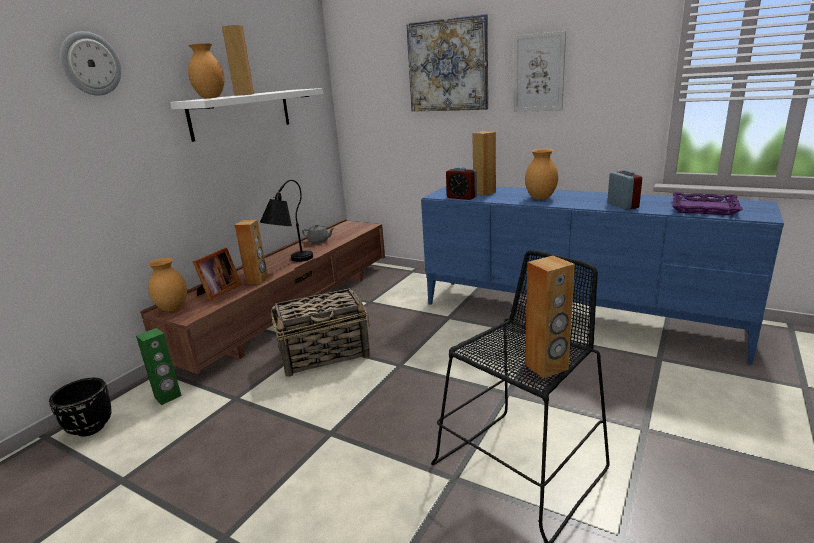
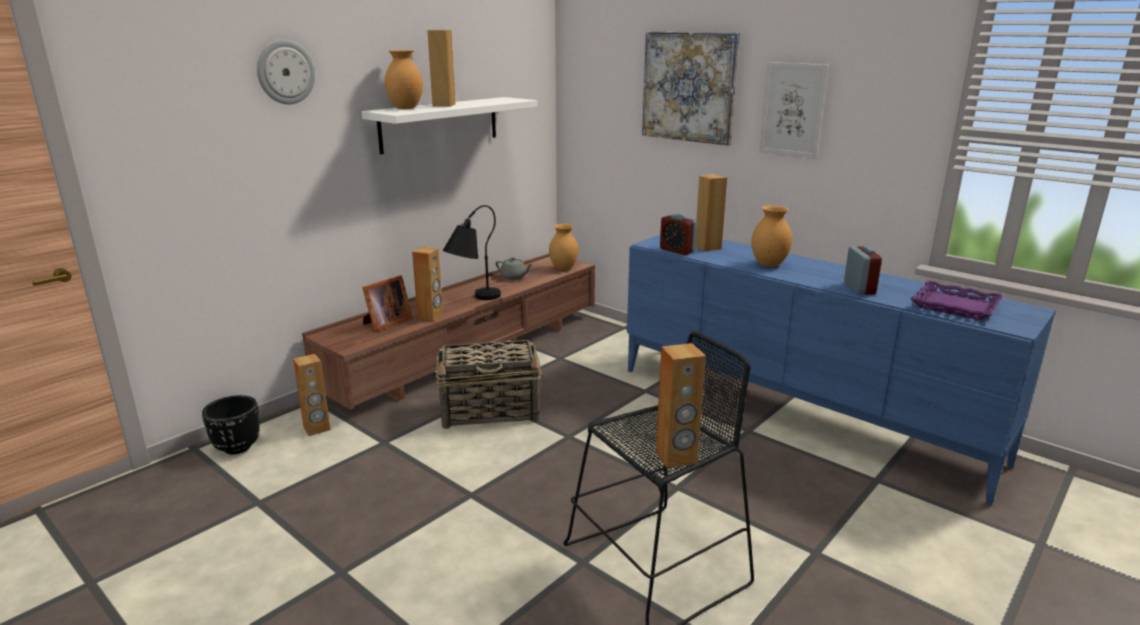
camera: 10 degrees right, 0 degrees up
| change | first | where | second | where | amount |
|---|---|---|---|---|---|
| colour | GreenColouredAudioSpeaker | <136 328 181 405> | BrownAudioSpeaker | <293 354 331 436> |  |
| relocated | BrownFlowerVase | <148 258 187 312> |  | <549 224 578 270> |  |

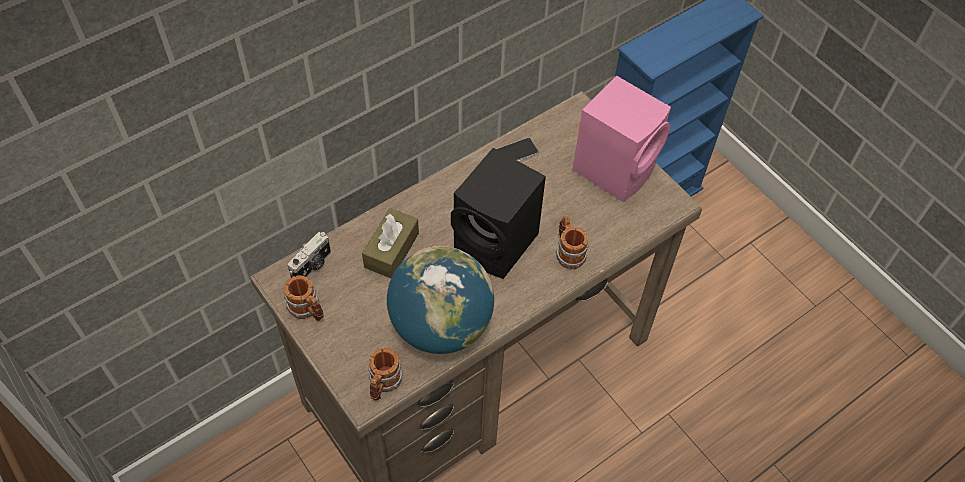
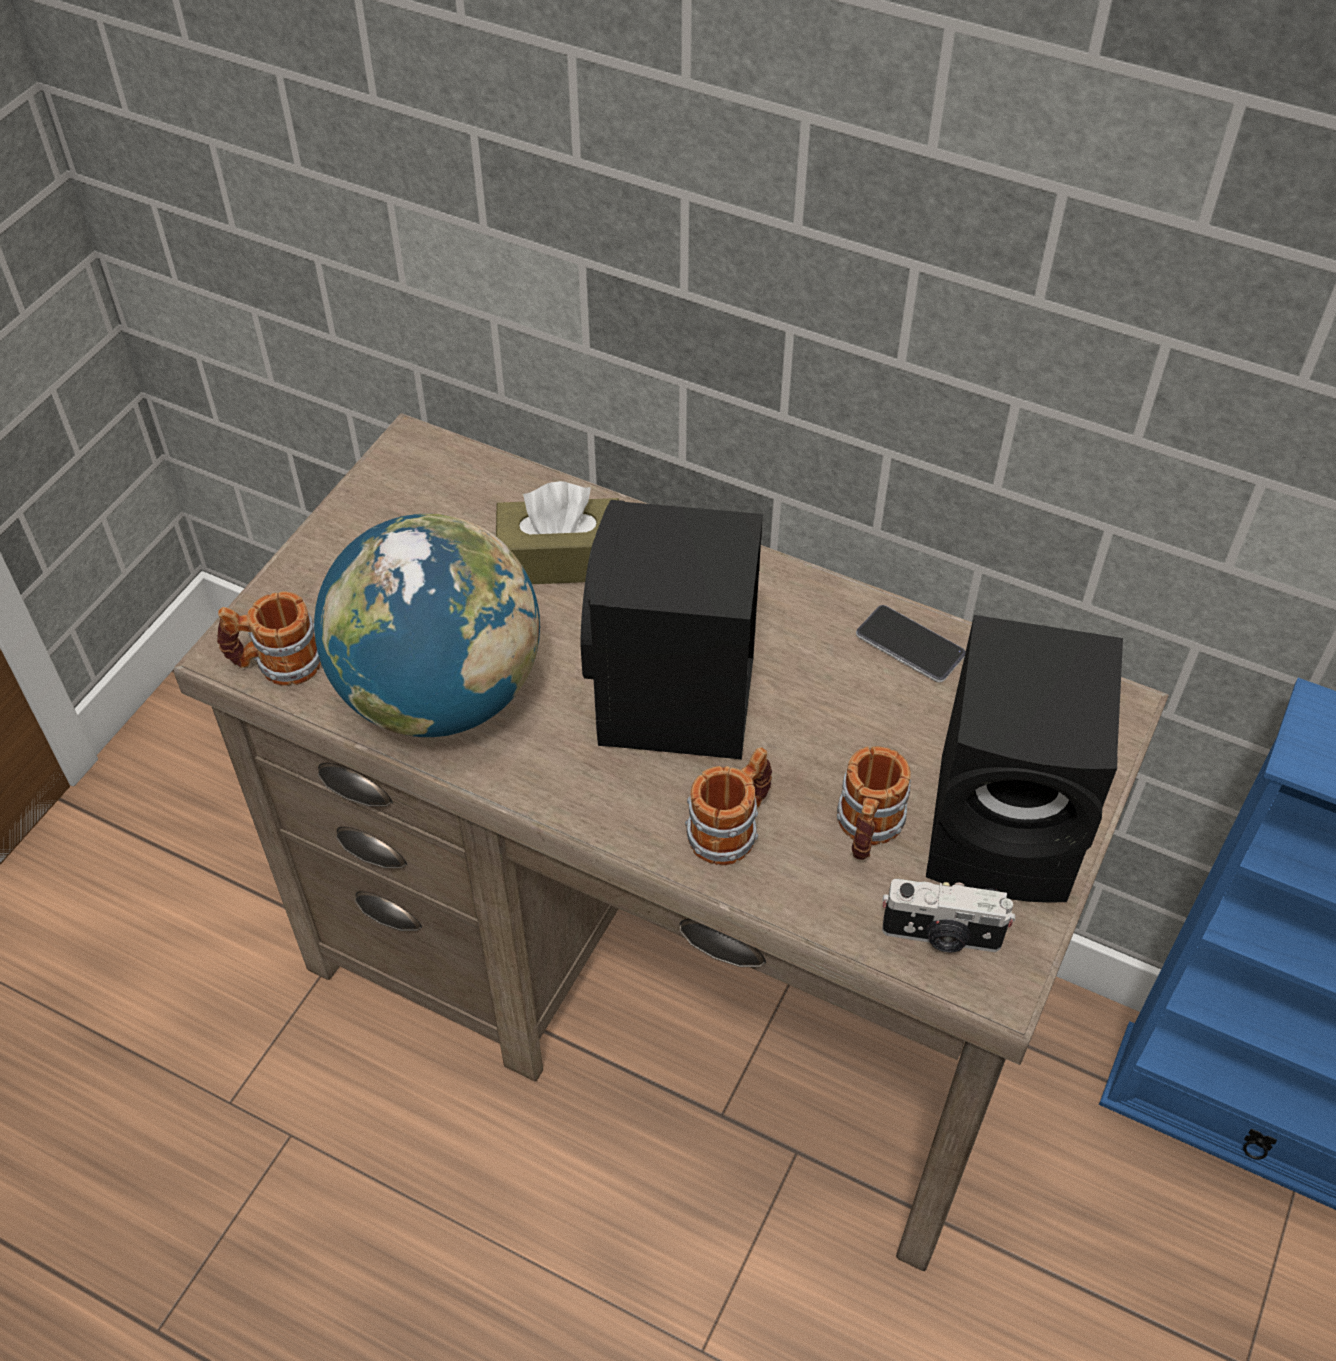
camera: 65 degrees right, 5 degrees down
| change | first | where | second | where | amount |
|---|---|---|---|---|---|
| relocated | TeaMug | <284 275 324 321> |  | <837 746 911 860> |  |
| relocated | StillCamera | <288 232 331 278> |  | <882 879 1015 952> |  |
| colour | PinkAudioSpeaker | <573 75 671 202> | BlackColouredAudioSpeaker | <926 615 1123 903> |  |

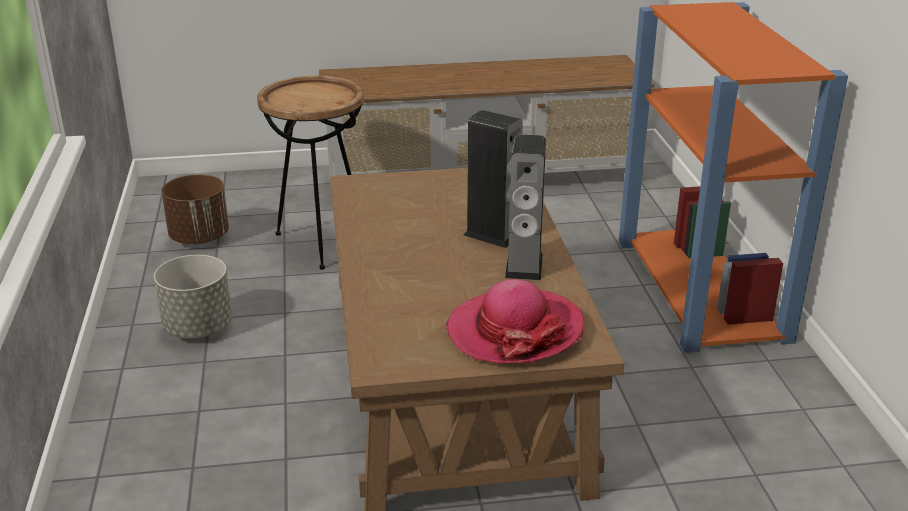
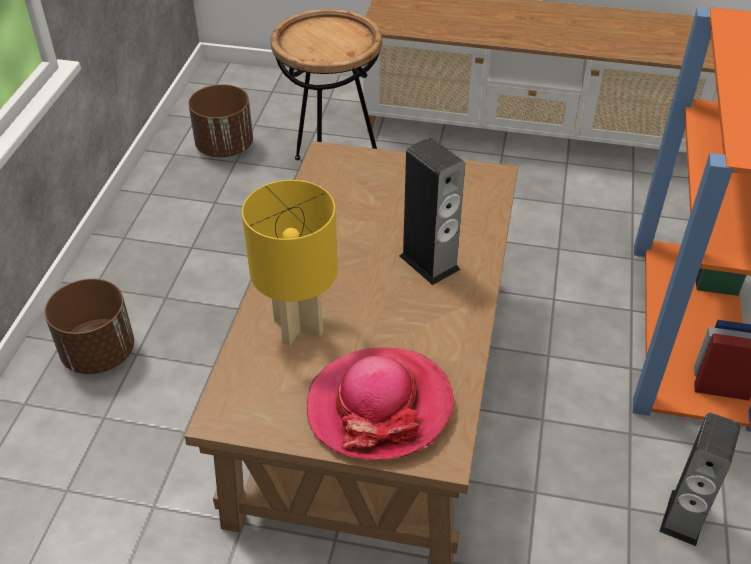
camera: 20 degrees right, 15 degrees up
| change | first | where | second | where | amount |
|---|---|---|---|---|---|
| appeared |  |  | BrownFlowerPot | <44 279 134 374> |  |
| appeared |  |  | YellowColouredTabletopLamp | <242 180 338 346> |  |
| relocated | AudioSpeaker | <505 135 546 280> |  | <659 413 741 546> |  |
| missing | GreyFlowerPot | <154 255 232 339> |  |  |  |

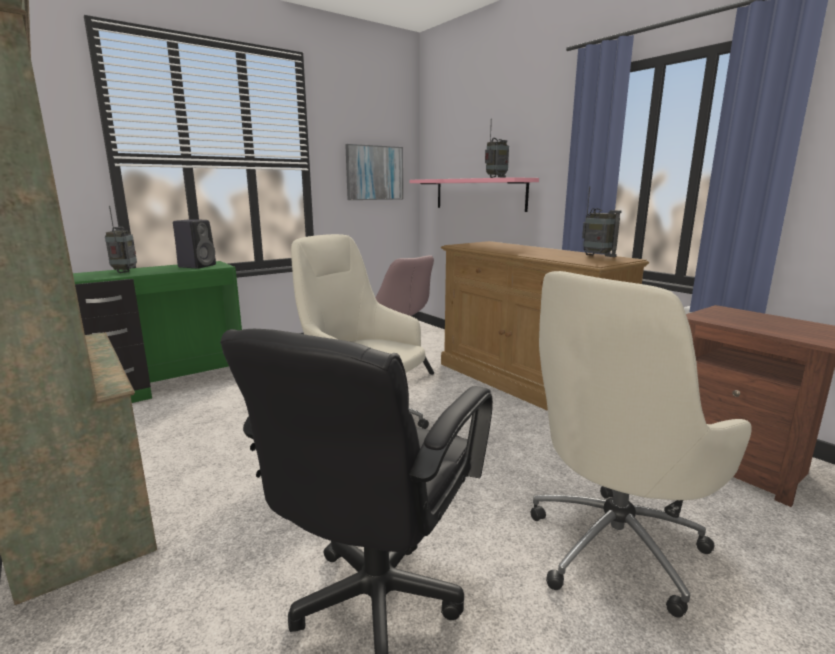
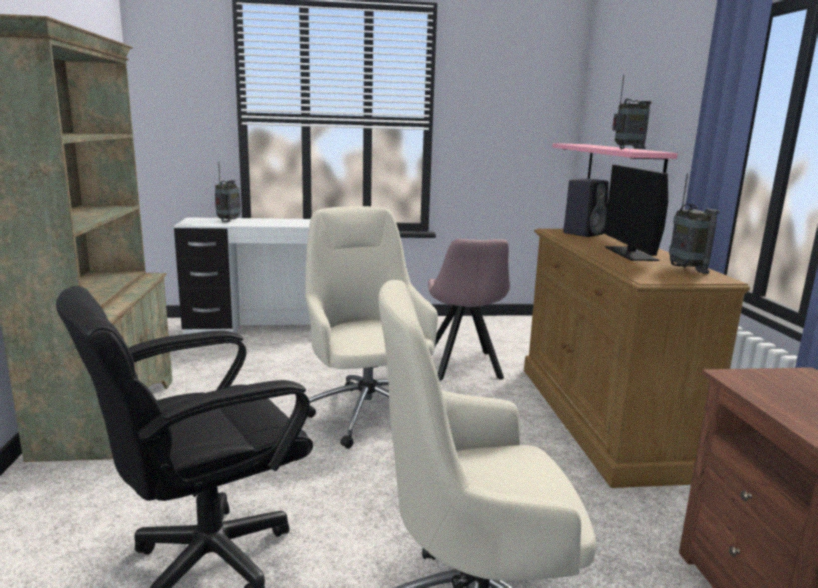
camera: 30 degrees right, 0 degrees up
| change | first | where | second | where | amount |
|---|---|---|---|---|---|
| colour | GreenColouredDeskTable | <73 261 242 403> | WhiteColouredDeskTable | <174 217 311 334> |  |
| relocated | BlackColouredAudioSpeaker | <173 219 216 268> |  | <563 178 609 237> |  |
| appeared |  |  | ComputerScreen | <604 165 668 261> |  |
| missing | Picture | <345 144 403 200> |  |  |  |

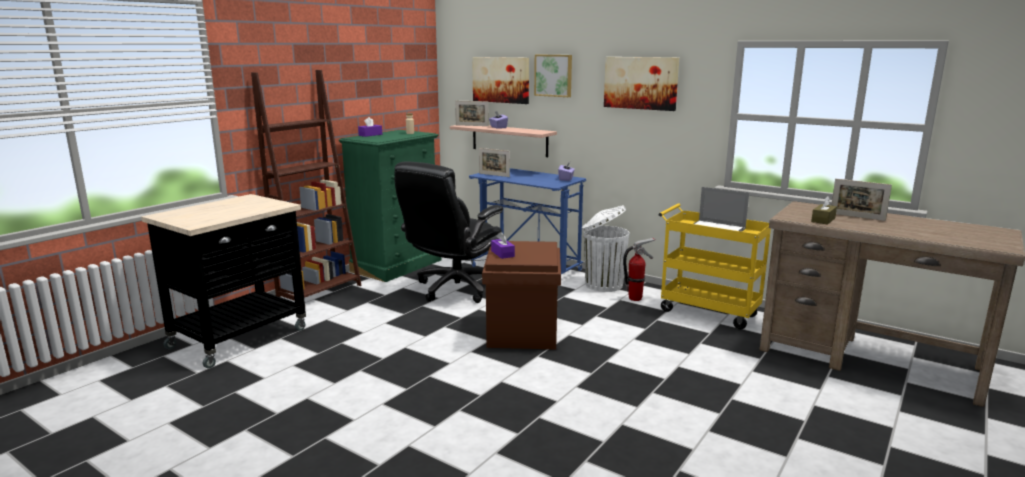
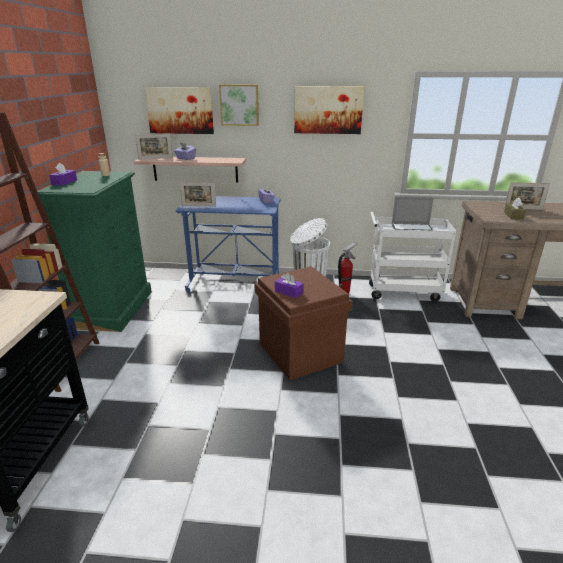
camera: 30 degrees left, 10 degrees up
| change | first | where | second | where | amount |
|---|---|---|---|---|---|
| colour | YellowColouredCart | <659 203 771 329> | WhiteColouredCart | <369 212 456 302> |  |
| missing | BlackColouredOfficeChair | <394 162 504 303> |  |  |  |

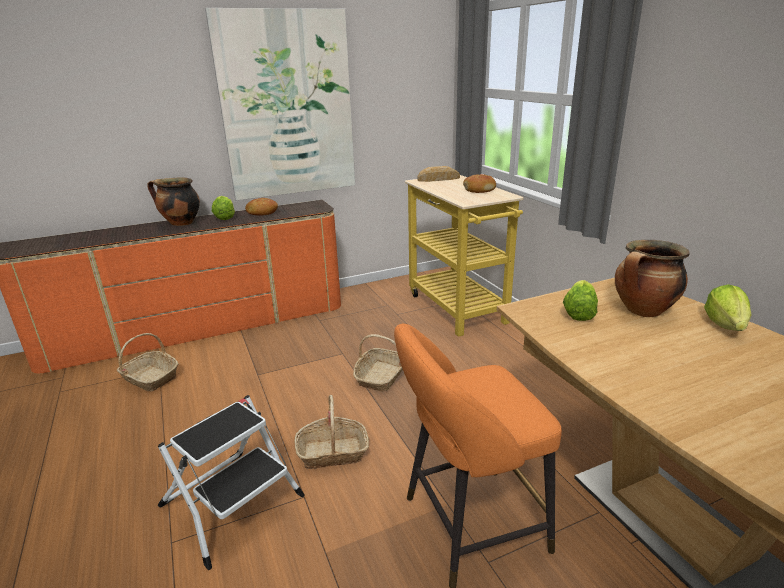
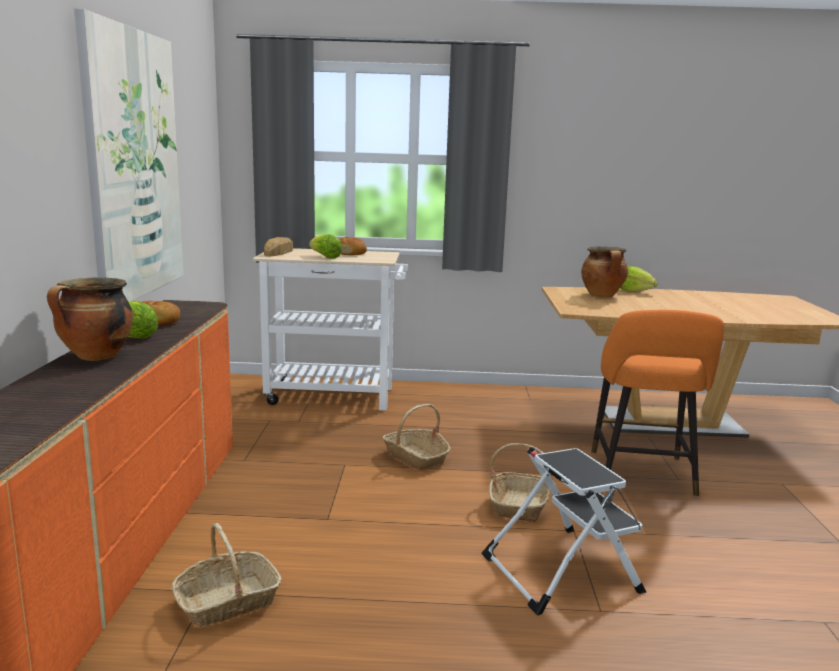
camera: 65 degrees left, 10 degrees down
| change | first | where | second | where | amount |
|---|---|---|---|---|---|
| colour | YellowColouredCart | <405 175 524 337> | WhiteColouredCart | <253 248 408 411> |  |
| relocated | Lettuce | <563 280 598 321> |  | <309 234 342 259> |  |

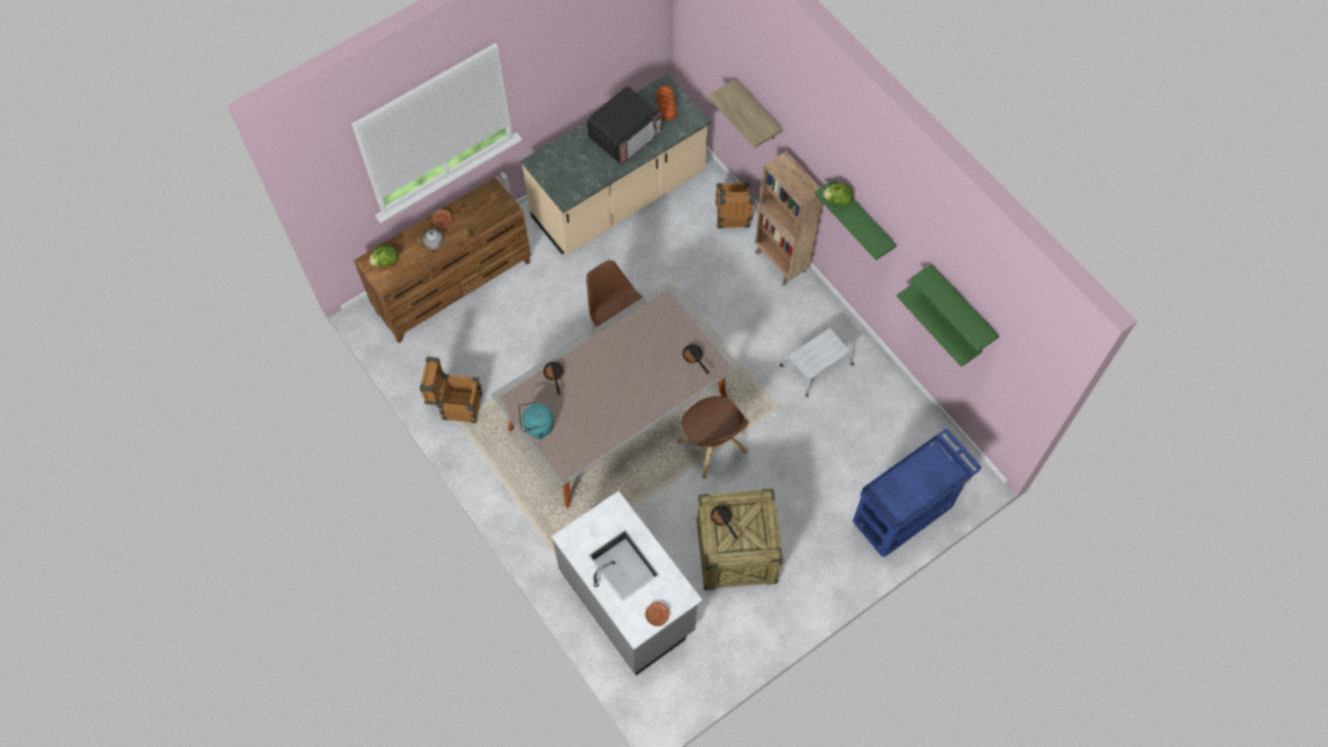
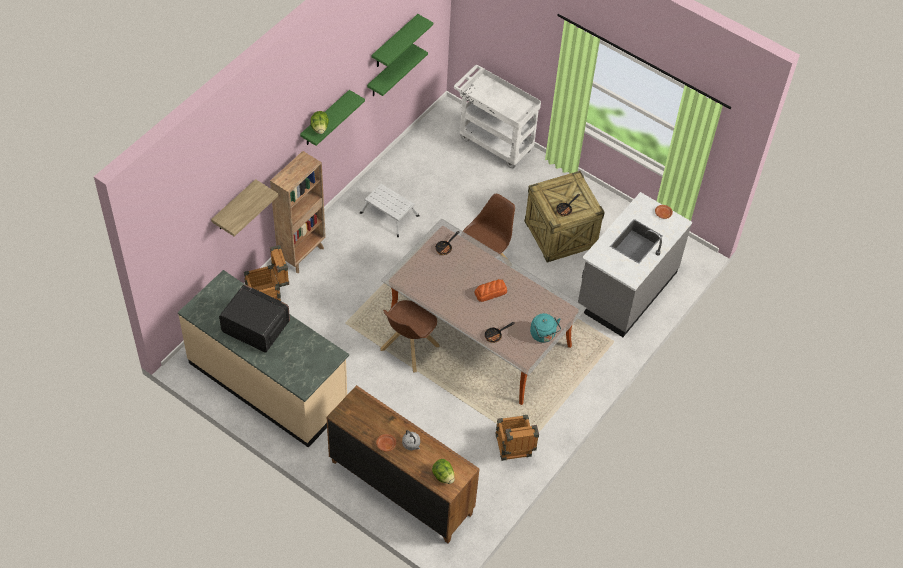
camera: 110 degrees left, 10 degrees down
| change | first | where | second | where | amount |
|---|---|---|---|---|---|
| colour | BlueColouredCart | <853 429 981 557> | WhiteColouredCart | <454 65 541 168> |  |
| relocated | BakedBread | <657 85 677 120> |  | <474 279 507 302> |  |

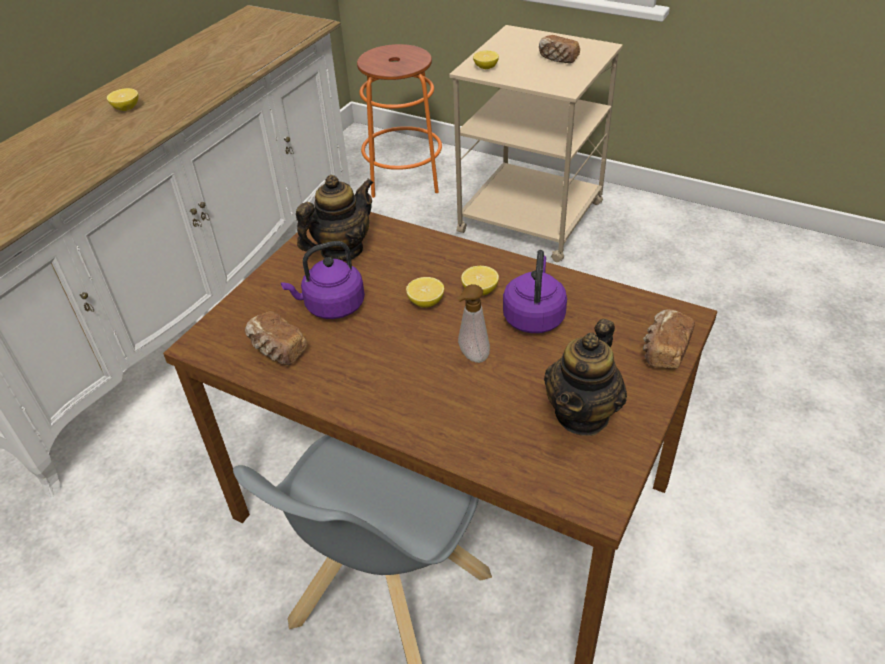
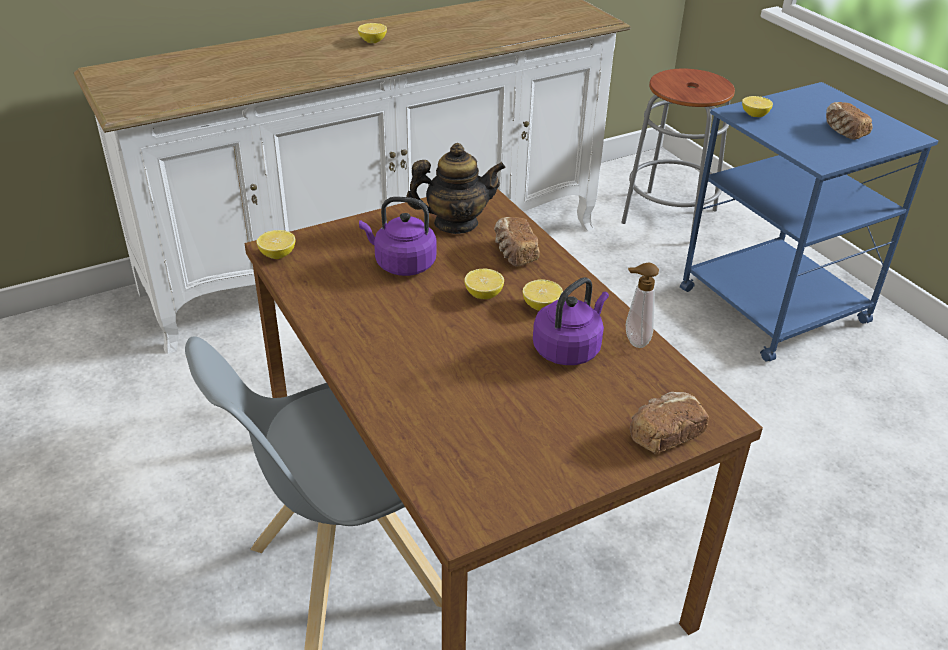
camera: 30 degrees right, 5 degrees down
| change | first | where | second | where | amount |
|---|---|---|---|---|---|
| appeared |  |  | WholeLemon | <256 230 295 259> |  |
| relocated | BakedBread | <245 311 308 365> |  | <494 217 540 267> |  |
| colour | OrangeySittingStool | <357 44 442 198> | GreySittingStool | <621 69 735 240> |  |
| relocated | SoapBottle | <456 284 490 363> |  | <626 263 659 348> |  |
| colour | BeigeColouredCart | <449 25 623 262> | BlueColouredCart | <680 82 938 362> |  |
| missing | Teapot | <544 319 627 436> |  |  |  |

